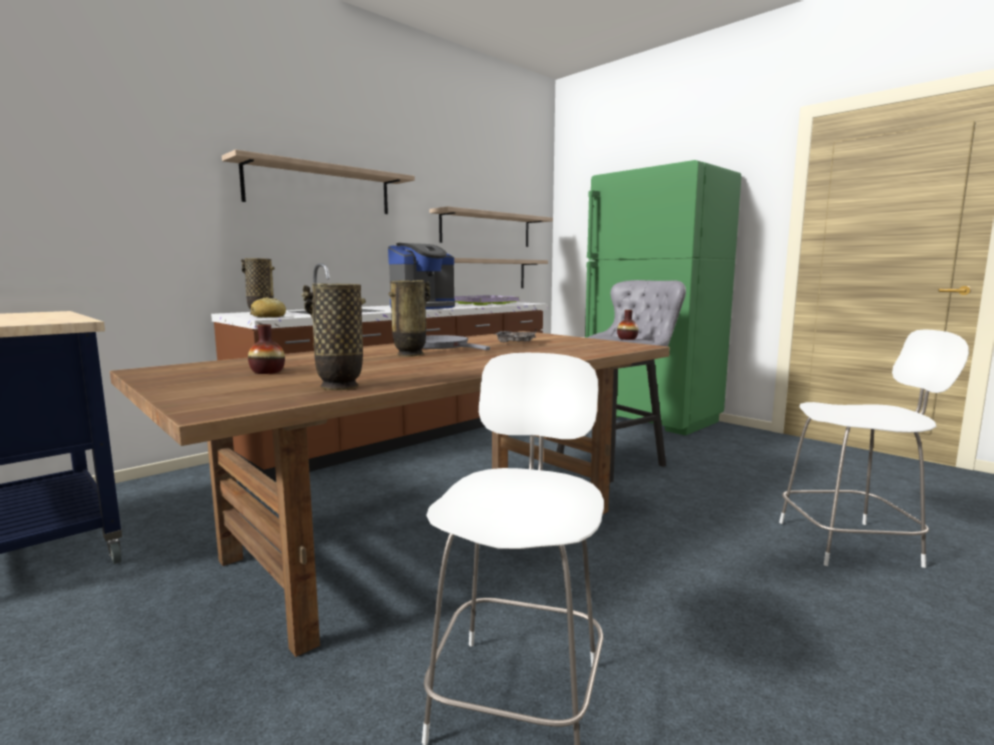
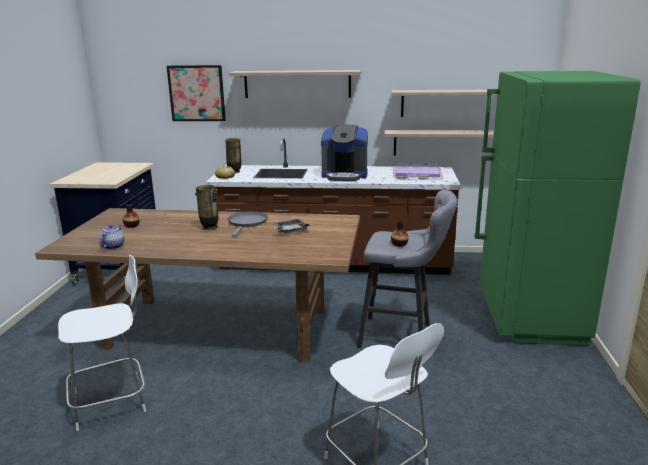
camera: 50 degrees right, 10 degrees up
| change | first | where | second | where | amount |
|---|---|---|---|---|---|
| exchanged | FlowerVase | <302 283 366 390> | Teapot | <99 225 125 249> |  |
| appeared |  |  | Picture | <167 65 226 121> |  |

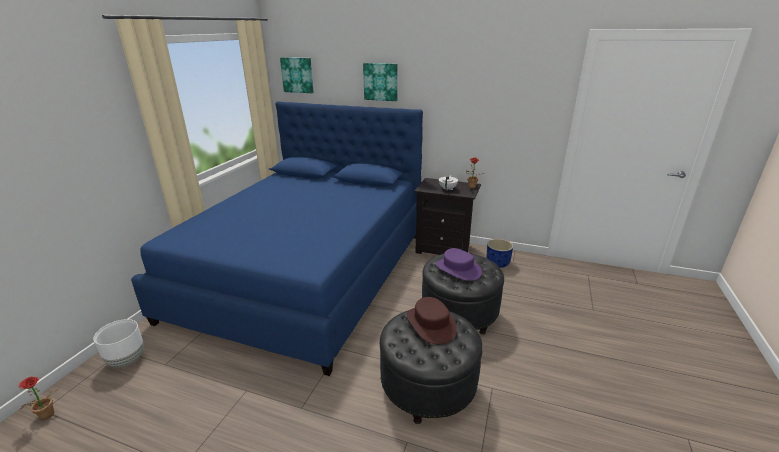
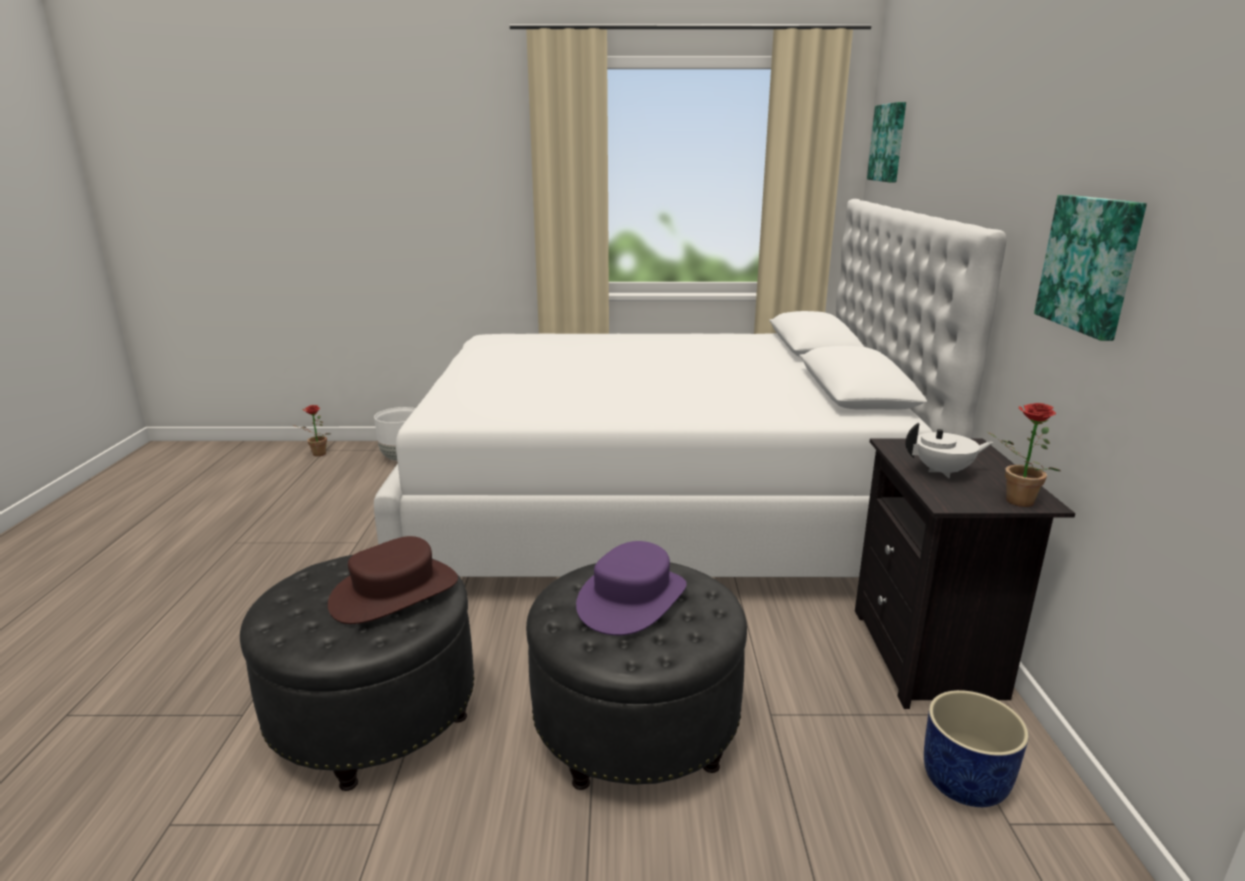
camera: 70 degrees right, 5 degrees down
| change | first | where | second | where | amount |
|---|---|---|---|---|---|
| colour | BlueColouredBed | <131 101 423 376> | WhiteColouredBed | <374 199 1007 577> |  |
| relocated | Picture | <363 63 398 101> |  | <1034 195 1147 341> |  |

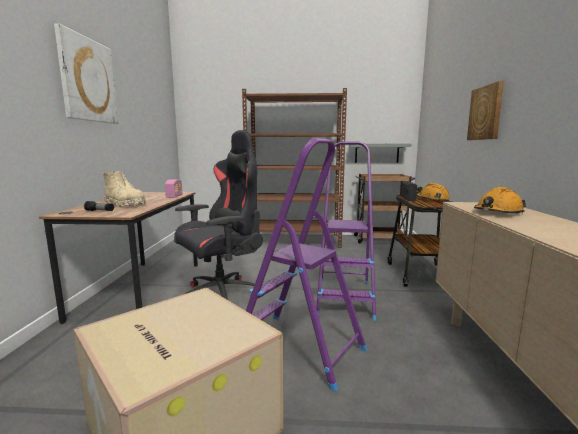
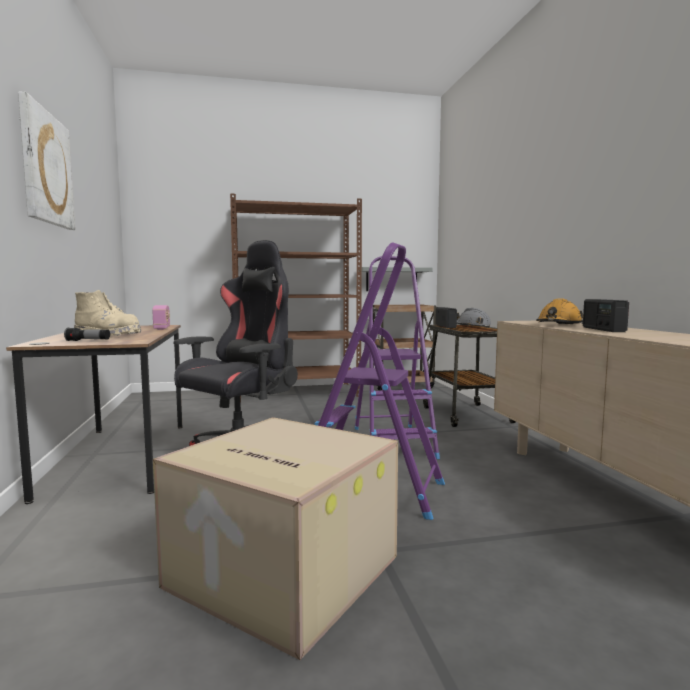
camera: 15 degrees left, 5 degrees down
| change | first | where | second | where | amount |
|---|---|---|---|---|---|
| colour | OrangeyWorkHelmet | <416 183 450 202> | GreyWorkHelmet | <457 308 491 328> |  |
| appeared |  |  | RadioSet | <583 299 629 332> |  |
| missing | Picture | <467 81 504 140> |  |  |  |

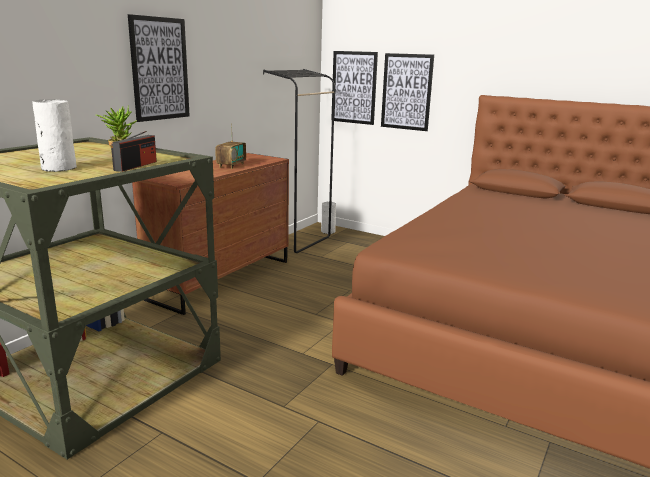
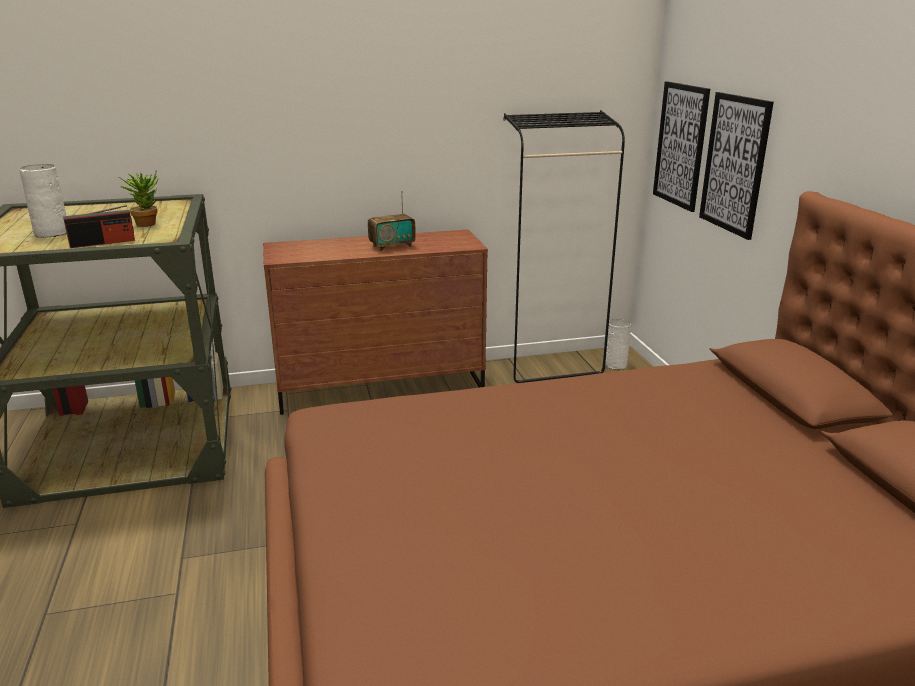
camera: 45 degrees right, 5 degrees up
| change | first | where | second | where | amount |
|---|---|---|---|---|---|
| missing | Picture | <128 14 190 122> |  |  |  |

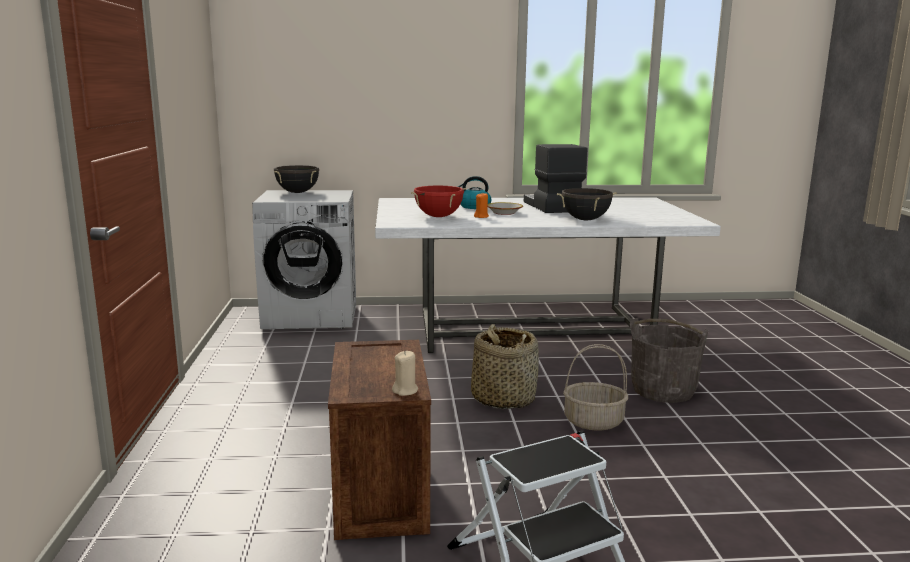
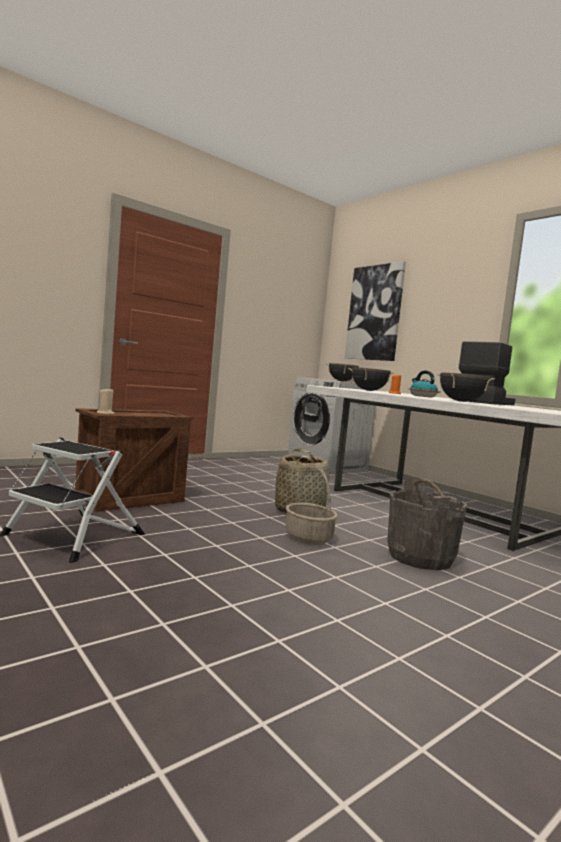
camera: 55 degrees right, 10 degrees down
| change | first | where | second | where | amount |
|---|---|---|---|---|---|
| appeared |  |  | Picture | <345 261 406 361> |  |
| colour | ReddishStockpot | <411 186 466 217> | BlackColouredStockpot | <348 367 395 391> |  |

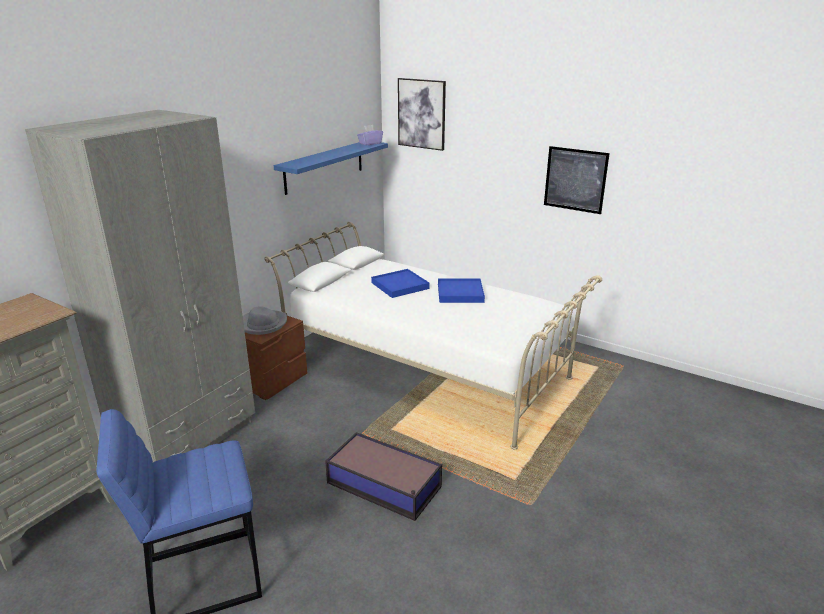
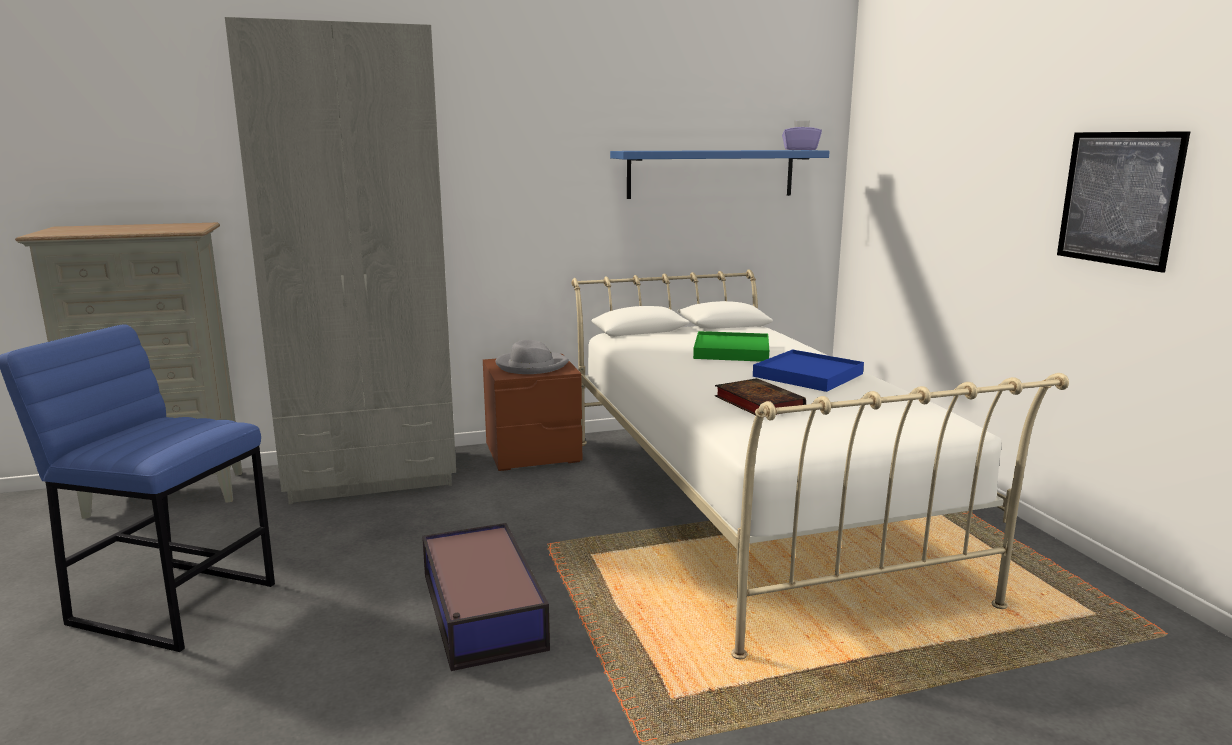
camera: 40 degrees right, 10 degrees down
| change | first | where | second | where | amount |
|---|---|---|---|---|---|
| colour | BlueColouredServingTray | <371 269 430 298> | GreenColouredServingTray | <693 331 769 362> |  |
| appeared |  |  | Book | <715 378 806 415> |  |
| missing | Picture | <398 78 446 151> |  |  |  |

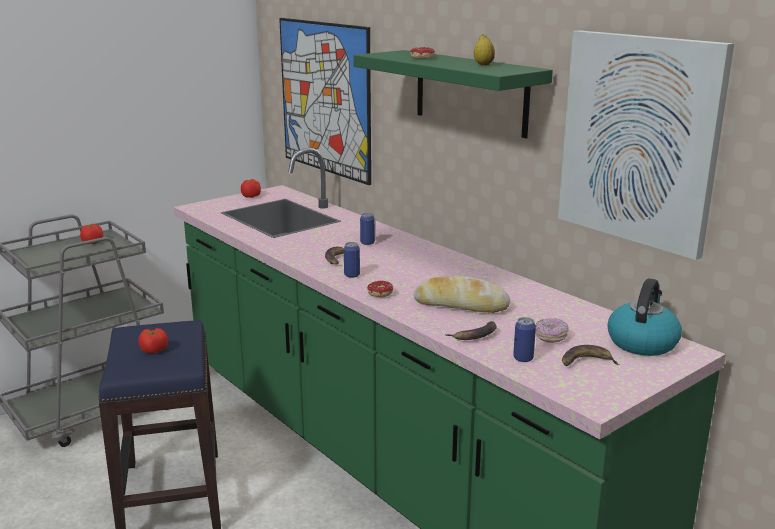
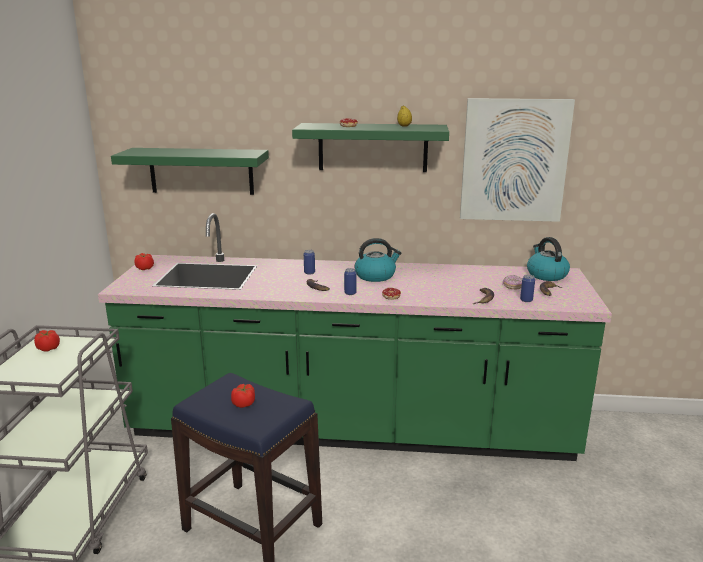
camera: 45 degrees left, 0 degrees up
| change | first | where | second | where | amount |
|---|---|---|---|---|---|
| exchanged | Picture | <279 18 371 185> | GreenColouredShelf | <111 148 269 195> |  |
| appeared |  |  | WaterKettle | <355 238 401 282> |  |
| missing | BakedBread | <414 276 510 313> |  |  |  |

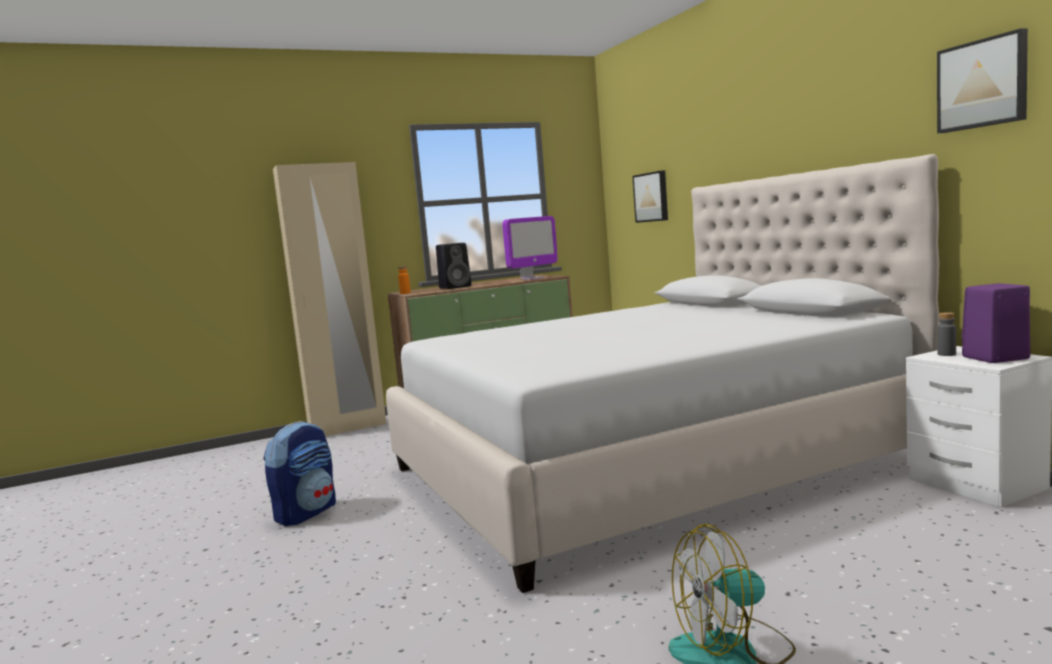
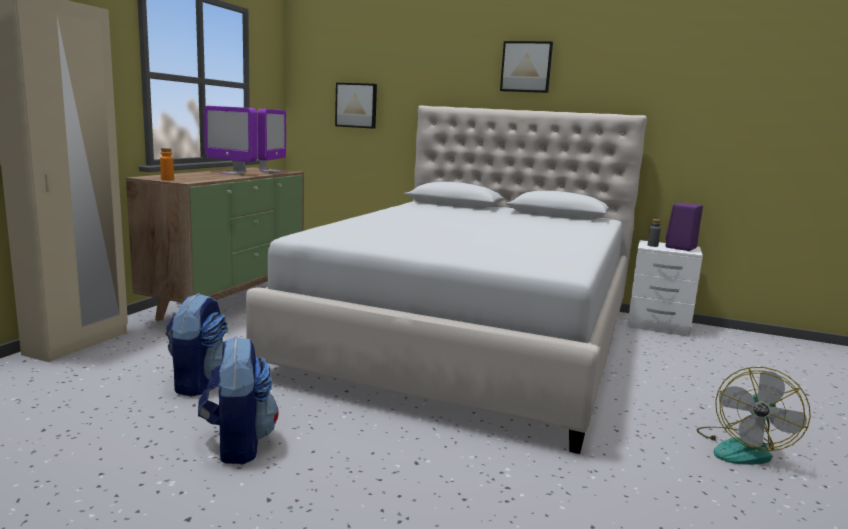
camera: 45 degrees left, 5 degrees up
| change | first | where | second | where | amount |
|---|---|---|---|---|---|
| appeared |  |  | Rucksack | <165 293 228 397> |  |
| appeared |  |  | ComputerScreen | <204 106 257 175> |  |
| relocated | Picture | <937 28 1028 133> |  | <500 41 553 93> |  |
| missing | BlackColouredAudioSpeaker | <436 243 471 289> |  |  |  |

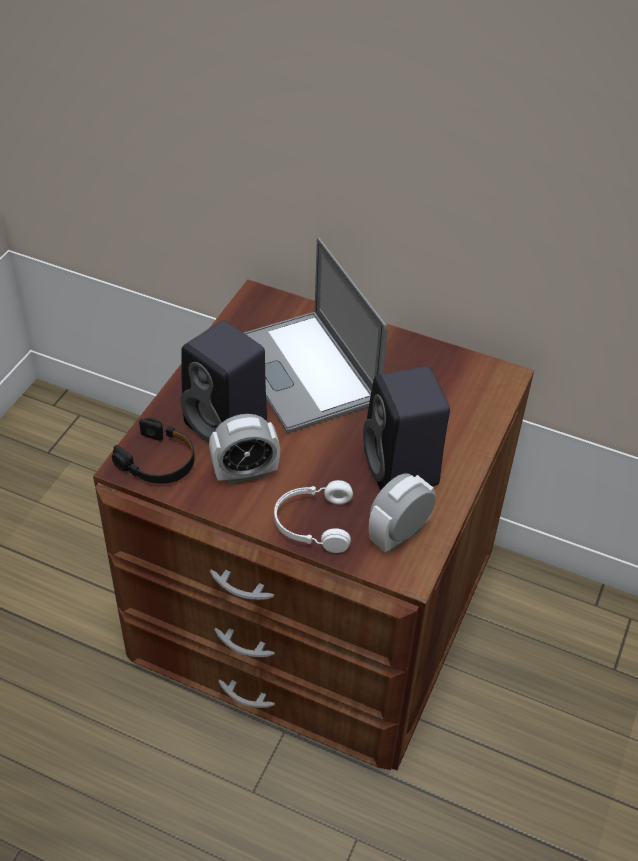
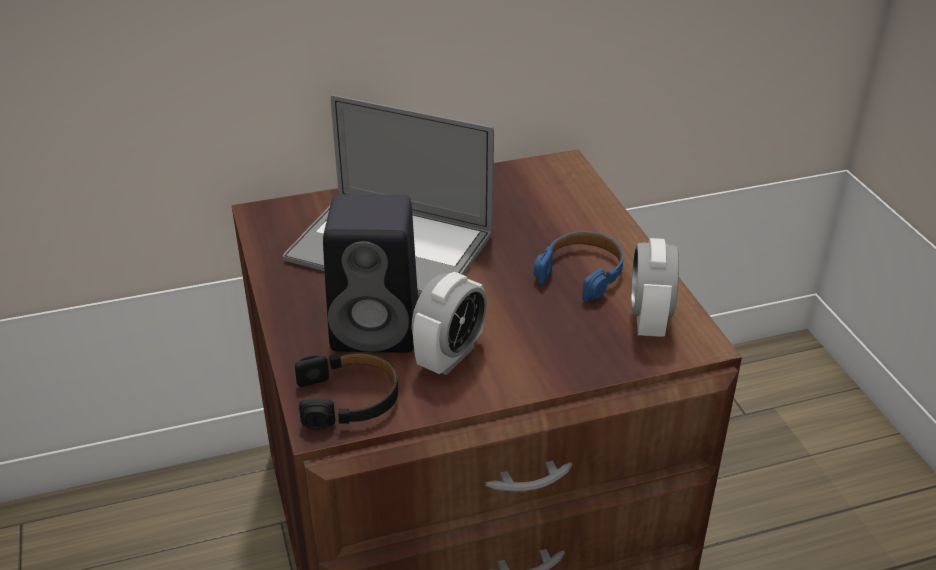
camera: 40 degrees left, 10 degrees down
| change | first | where | second | where | amount |
|---|---|---|---|---|---|
| exchanged | BlackColouredAudioSpeaker | <363 366 450 491> | BlueColouredHeadset | <534 231 624 301> |  |
| missing | WhiteColouredHeadset | <274 480 353 553> |  |  |  |

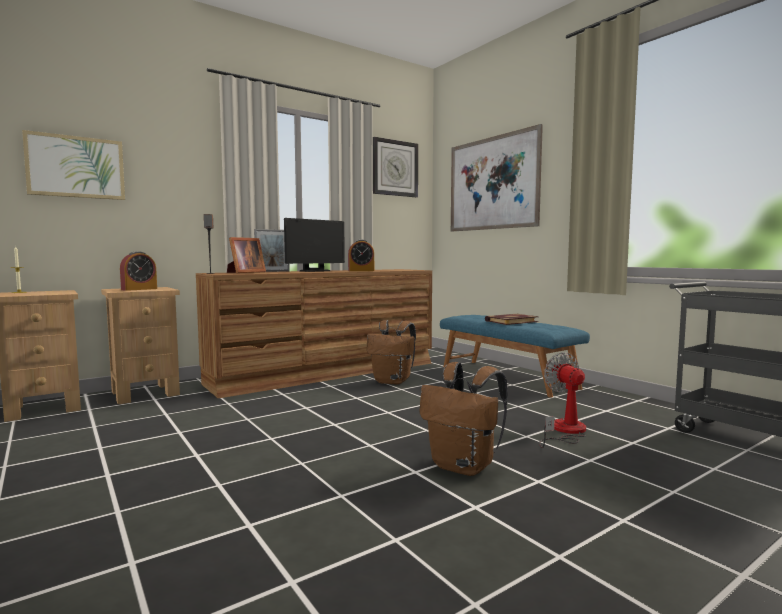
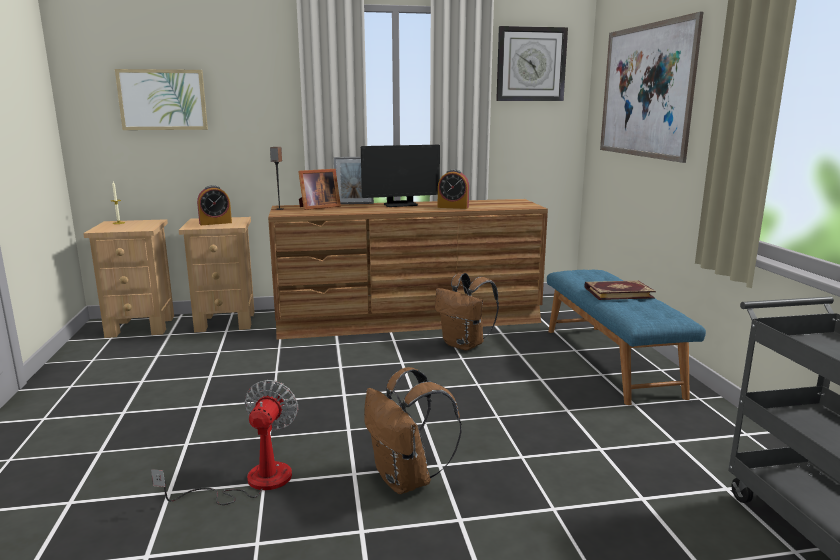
camera: 25 degrees right, 10 degrees up
| change | first | where | second | where | amount |
|---|---|---|---|---|---|
| relocated | Fan | <539 352 586 448> |  | <151 380 298 505> |  |

